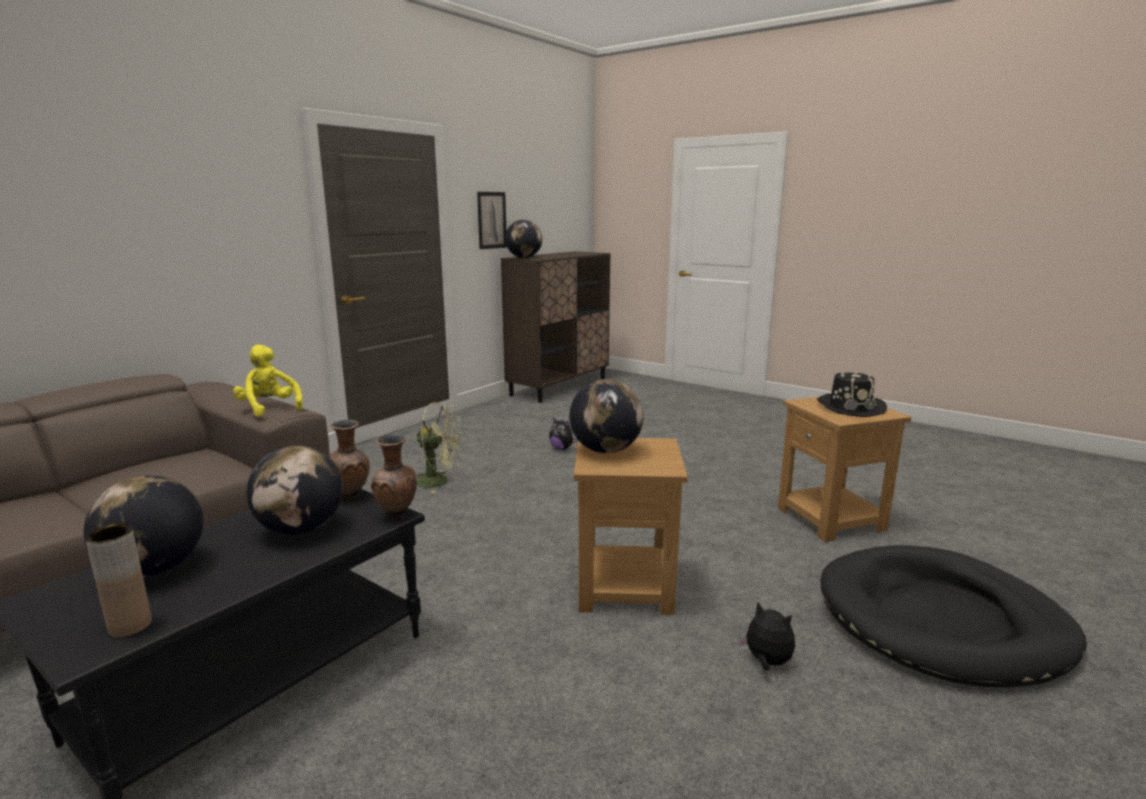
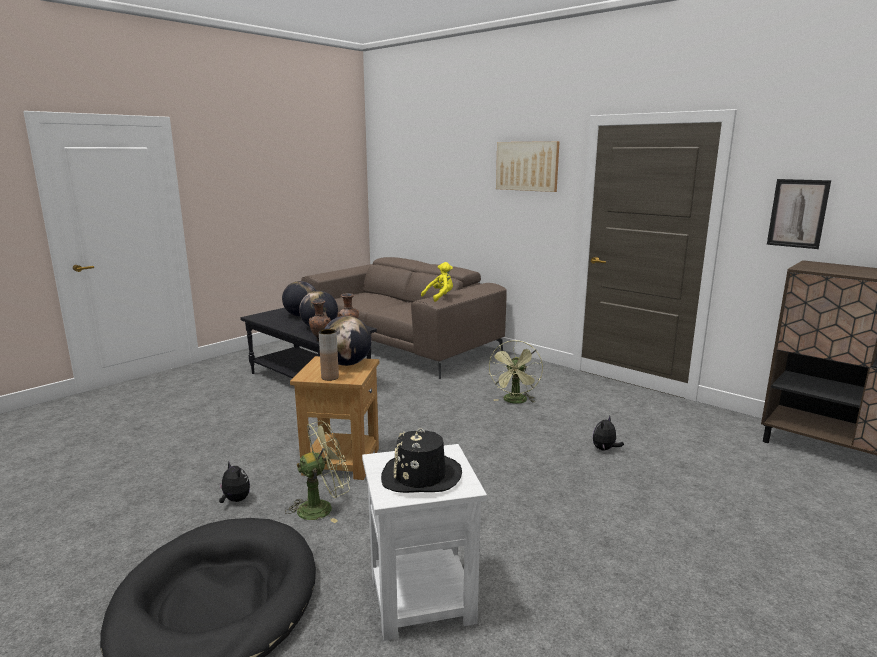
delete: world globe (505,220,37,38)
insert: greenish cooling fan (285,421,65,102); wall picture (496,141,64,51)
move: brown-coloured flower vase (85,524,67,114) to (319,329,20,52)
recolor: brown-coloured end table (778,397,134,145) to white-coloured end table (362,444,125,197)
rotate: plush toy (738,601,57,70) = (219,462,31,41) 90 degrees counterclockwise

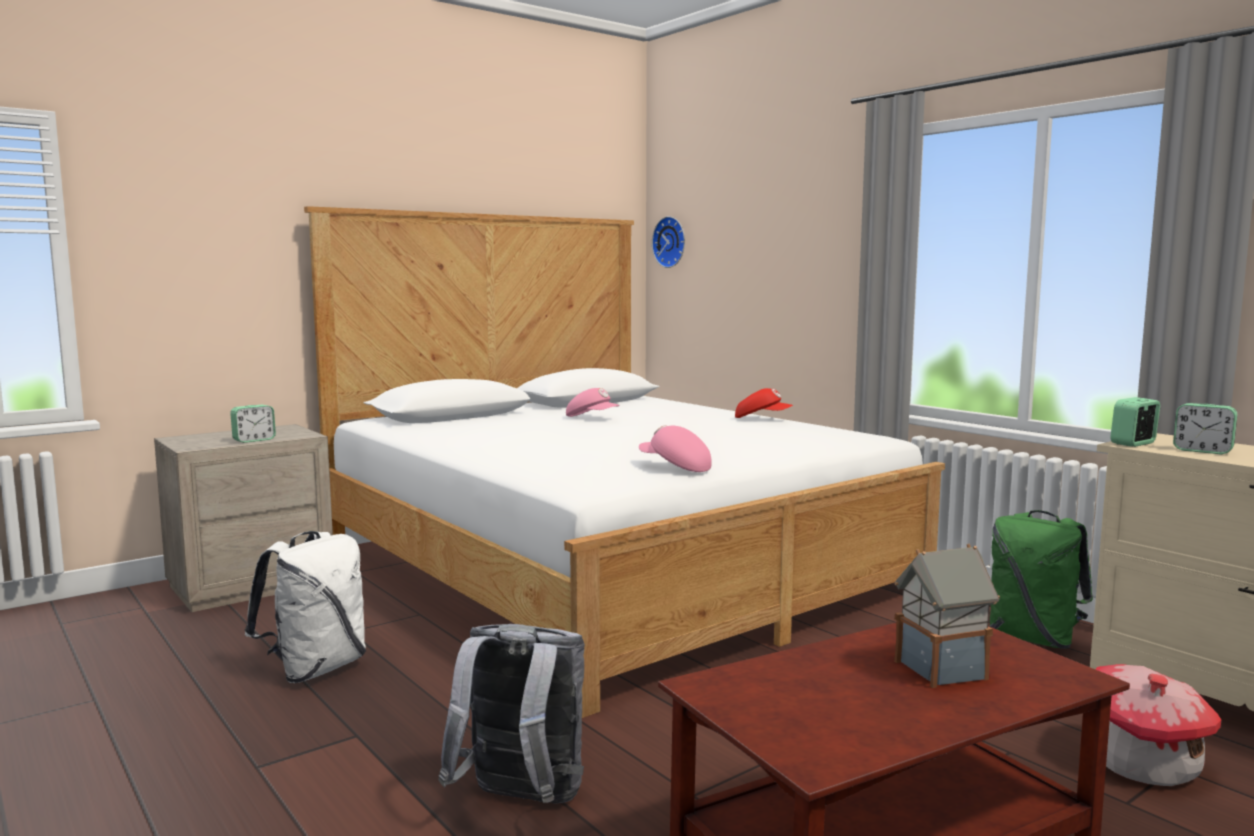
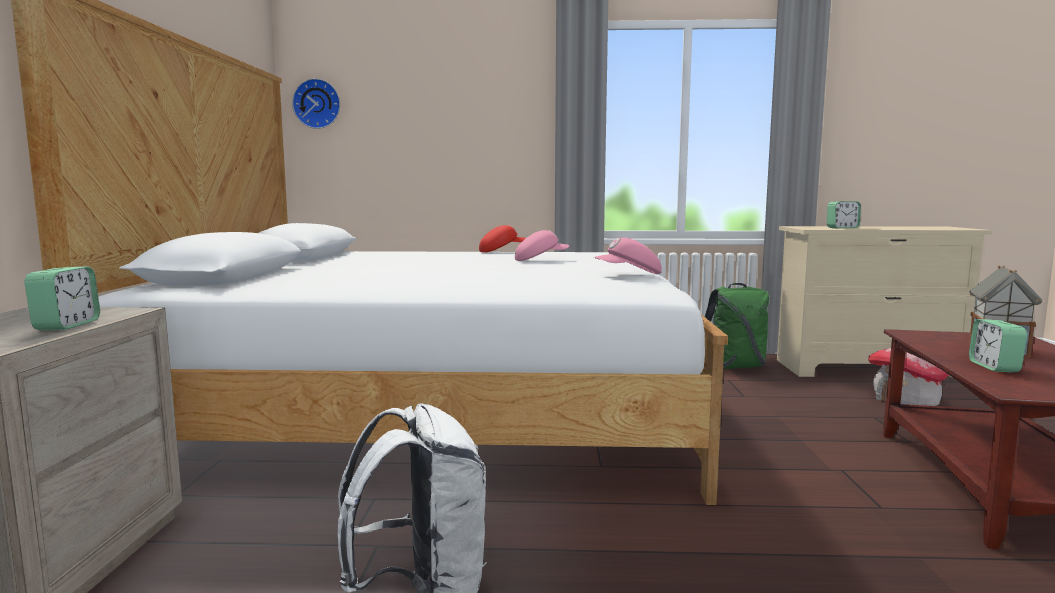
delete: greyish rucksack (438,624,147,180)
move: pink-coloured peaked cap (566,388,54,29) to (515,230,54,31); table clock (1110,397,50,50) to (969,319,58,53)

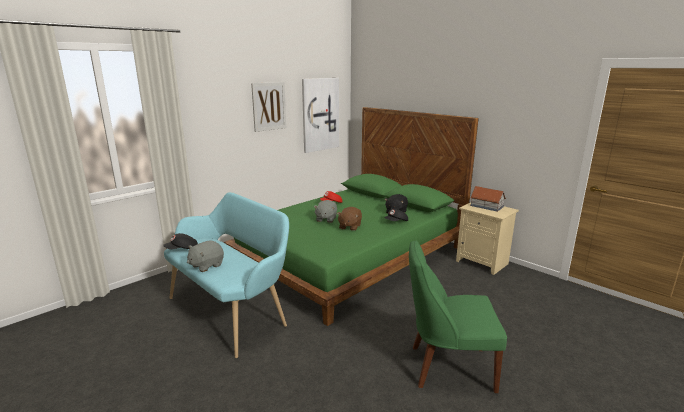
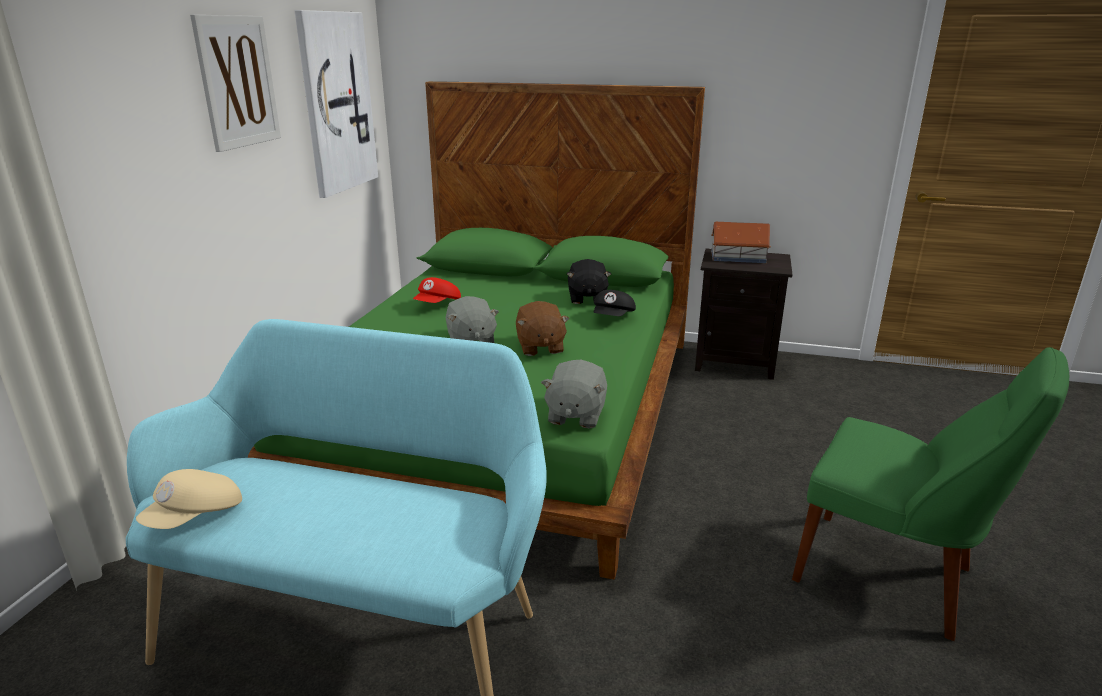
move: greyish plush toy (187,240,37,32) to (541,360,66,68)
recolor: black-coloured peaked cap (163,233,35,16) to beige peaked cap (136,469,106,60); beige nightstand (456,203,63,72) to black-coloured nightstand (695,248,98,132)
rotate: greenish upright chair (409,241,98,152) = (792,347,277,294) 120 degrees counterclockwise

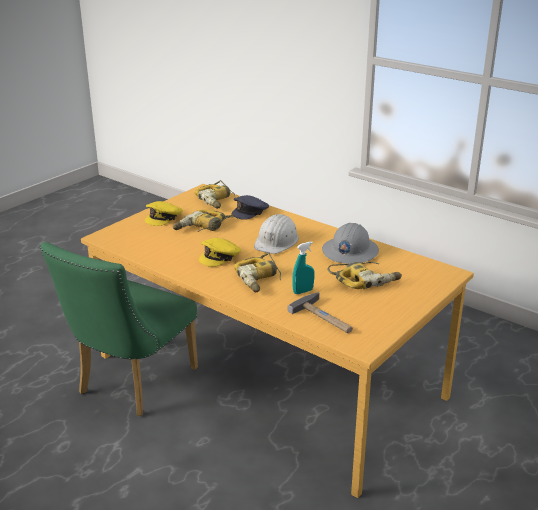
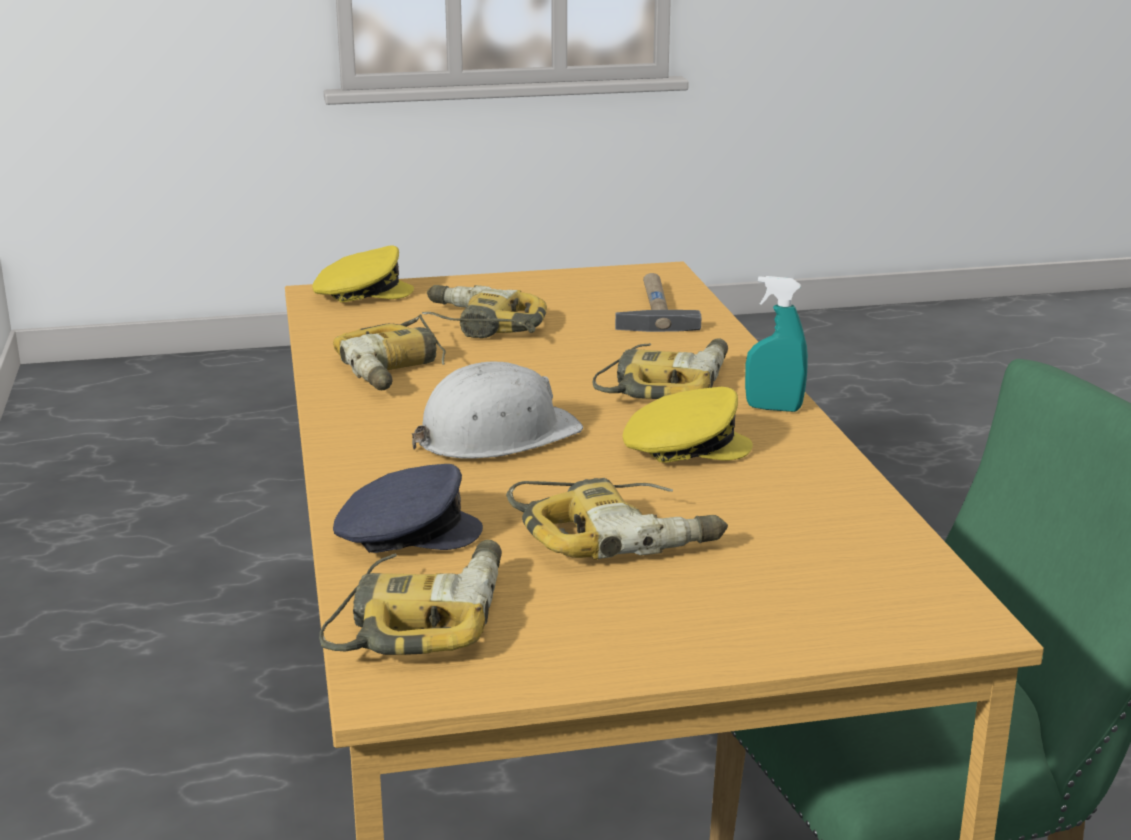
move: yellow-coloured peaked cap (145,201,38,25) to (312,246,102,56); turquoise hand sprayer (292,242,23,52) to (745,276,63,136)
replace: greyish safety helmet (322,223,57,41) to electric drill (333,314,113,76)

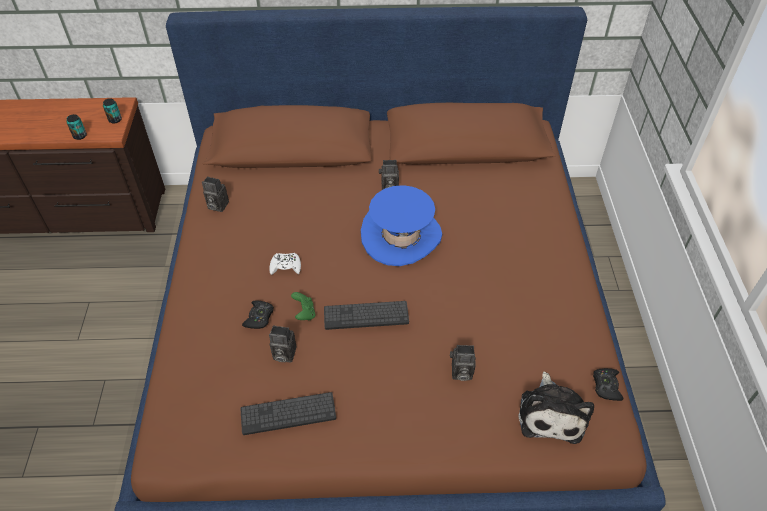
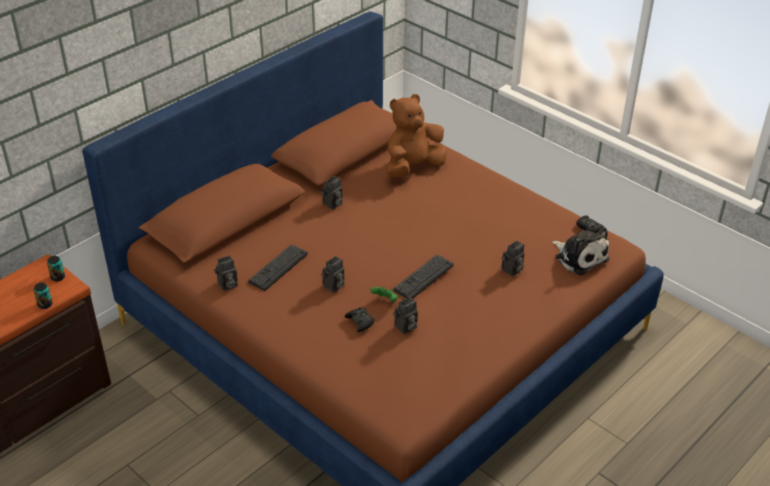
delete: blue hat (361,185,81,81)
insert: brown-coloured plush toy (386,94,61,84)
move: PC keyboard (240,392,96,43) to (248,244,60,47)
replace: white-coloured joypad (269,253,32,22) to still camera (321,256,24,37)

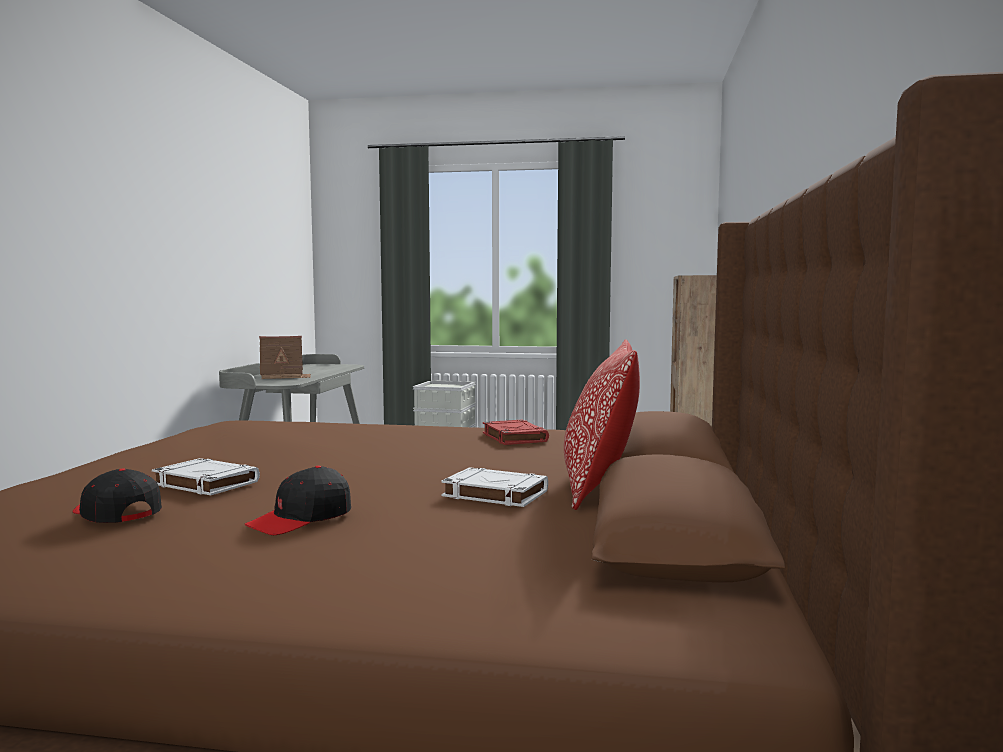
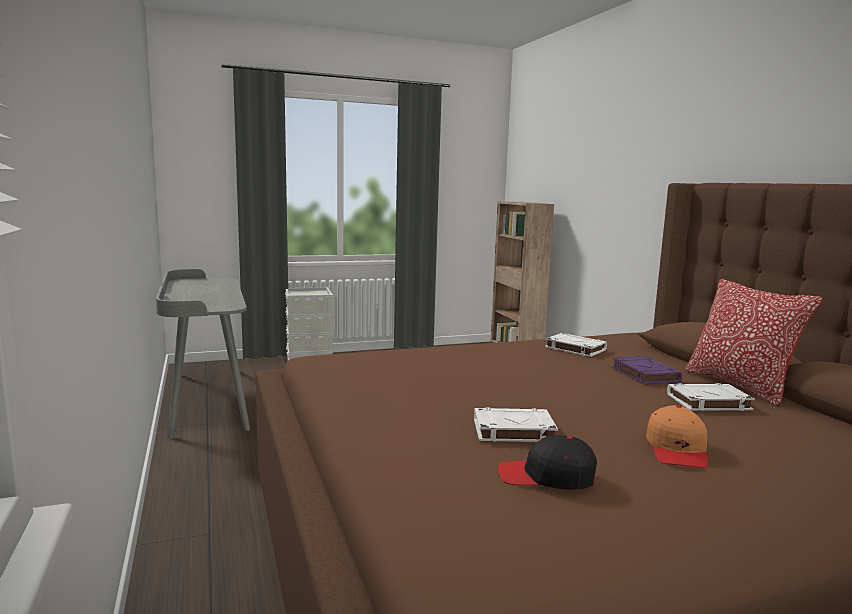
delete: model house (259,336,52,43)
insert: purple-coloured book (612,356,70,29)
recolor: red book (483,420,66,25) to white-coloured book (545,333,62,24); black-coloured peaked cap (245,466,106,69) to orangey peaked cap (646,405,62,64)

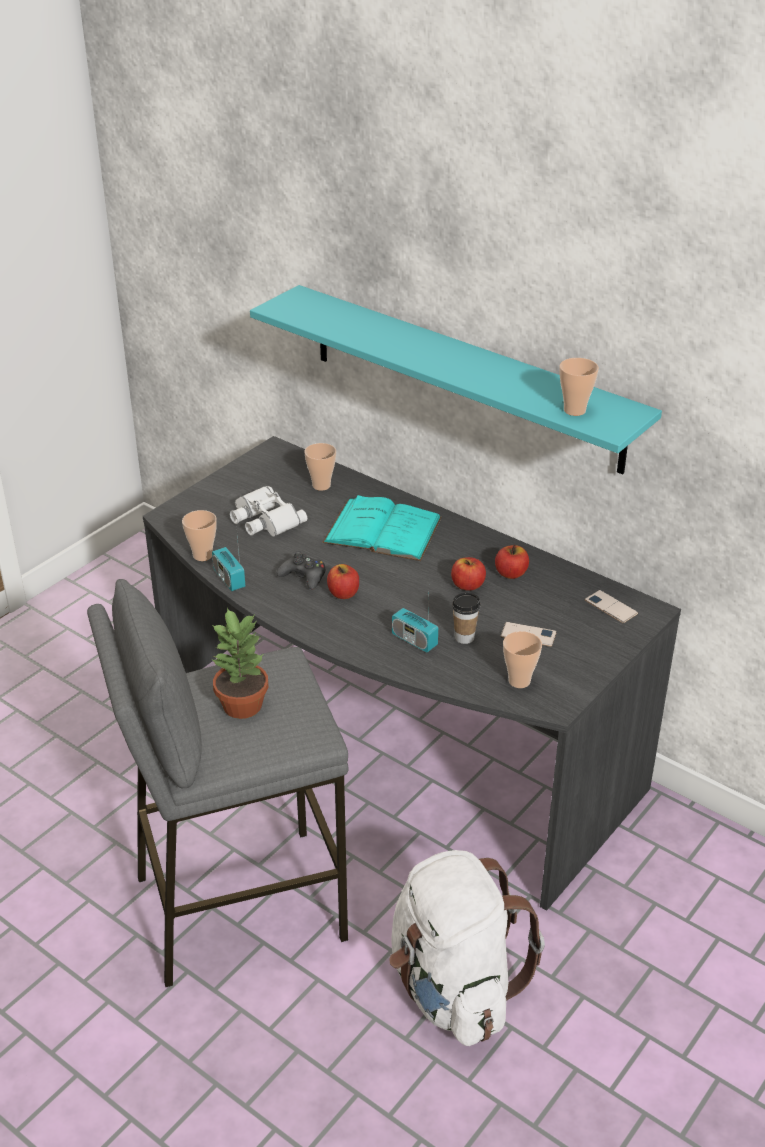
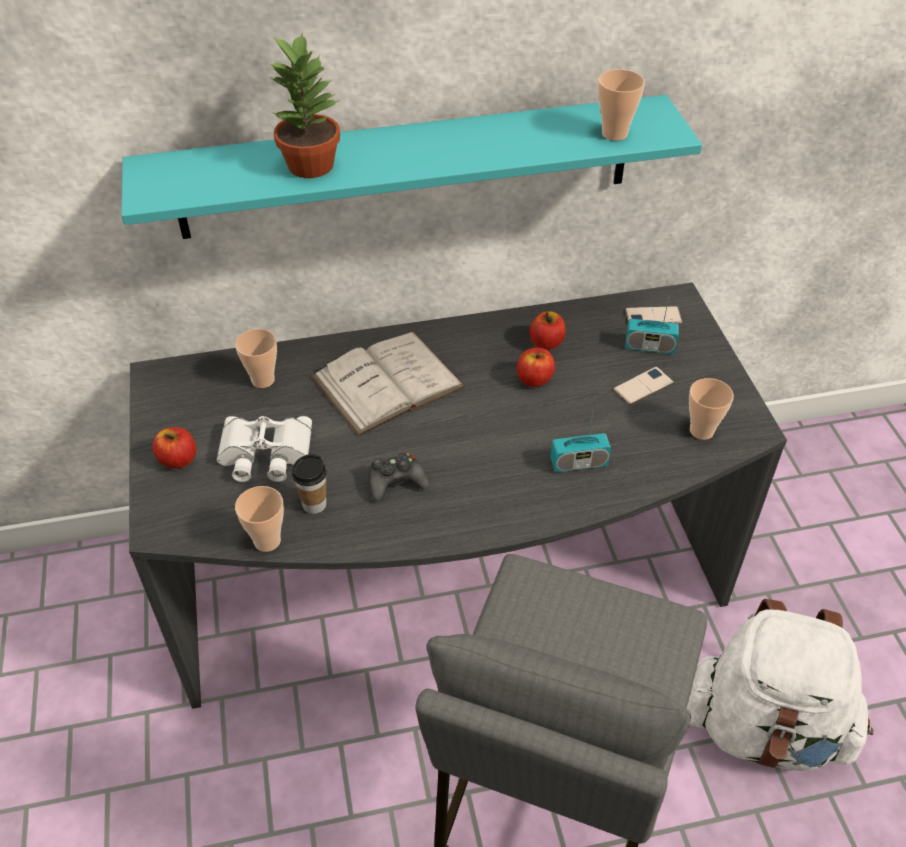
move: apple fruit (327,564,32,35) to (153,427,43,42); houseplant (211,608,57,111) to (269,33,71,145); drinking cup (452,593,28,51) to (292,454,35,60); radio receiver (212,526,33,65) to (625,288,54,66)
recolor: turquoise book (322,495,120,66) to white-coloured book (312,332,153,104)

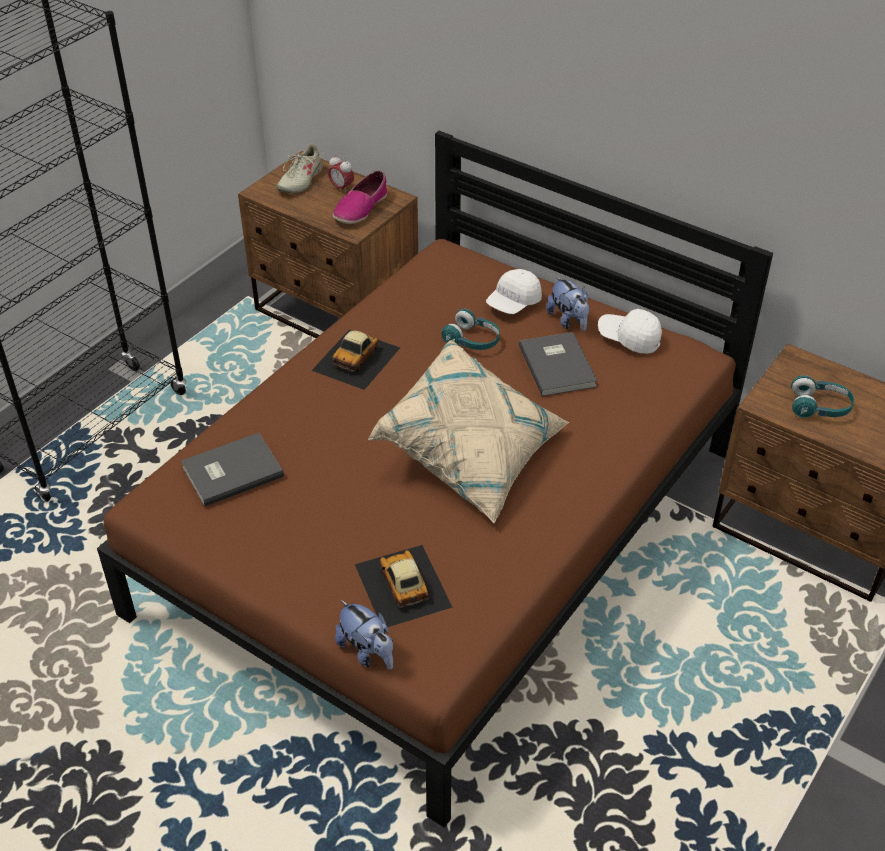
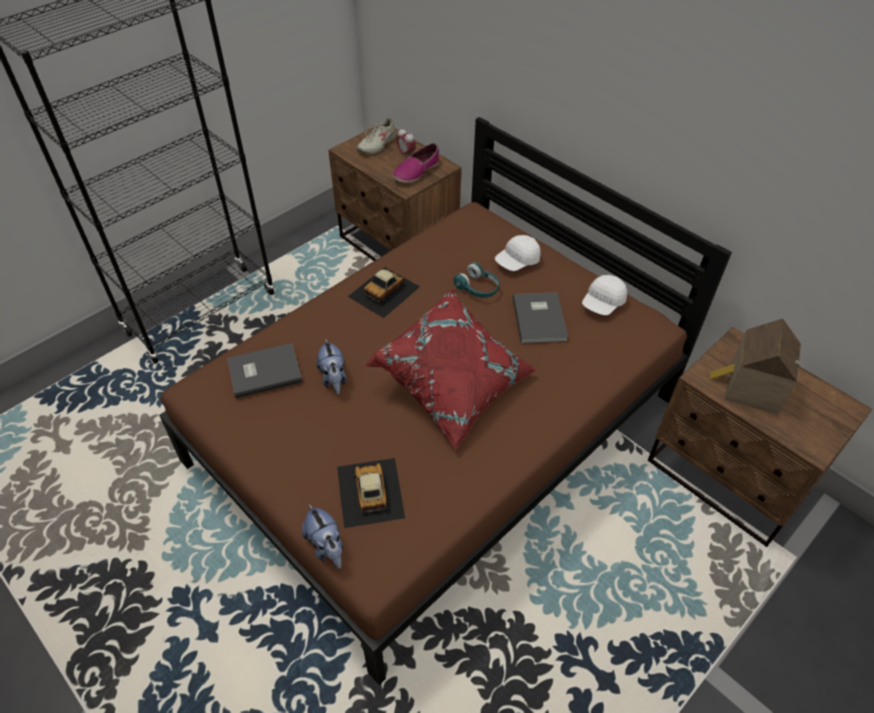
move: plush toy (546,276,44,55) to (316,338,31,56)
replace: turquoise headset (791,375,63,43) to model house (710,319,91,96)
recolor: beige cushion (368,339,201,184) to red cushion (364,289,173,161)
rotate: white-coloured peaked cap (598,309,64,45) = (582,275,45,40) 90 degrees counterclockwise

